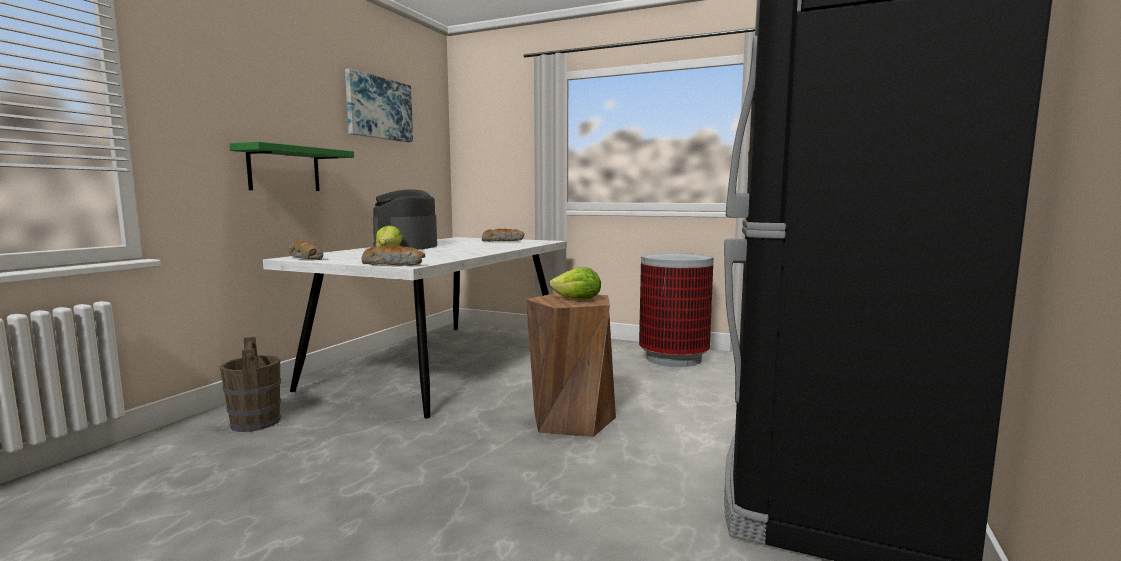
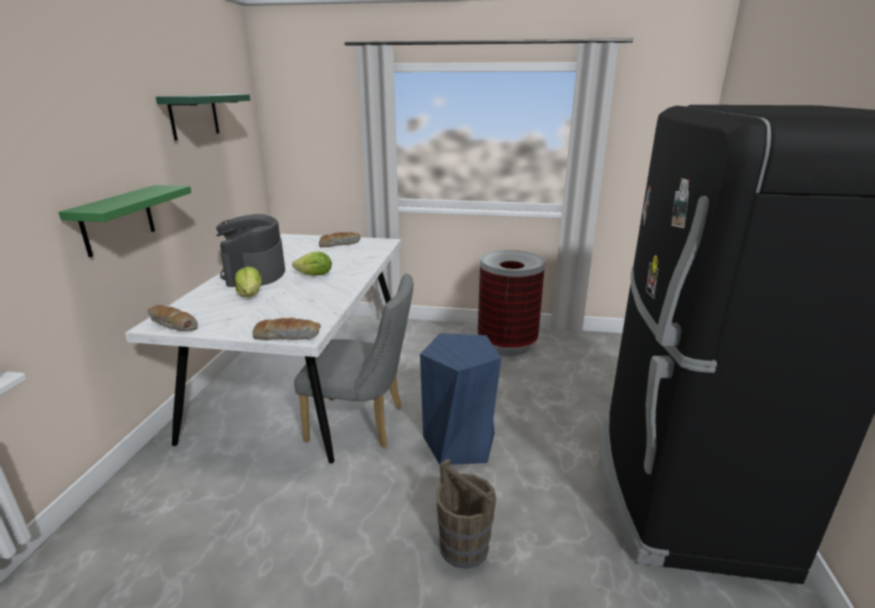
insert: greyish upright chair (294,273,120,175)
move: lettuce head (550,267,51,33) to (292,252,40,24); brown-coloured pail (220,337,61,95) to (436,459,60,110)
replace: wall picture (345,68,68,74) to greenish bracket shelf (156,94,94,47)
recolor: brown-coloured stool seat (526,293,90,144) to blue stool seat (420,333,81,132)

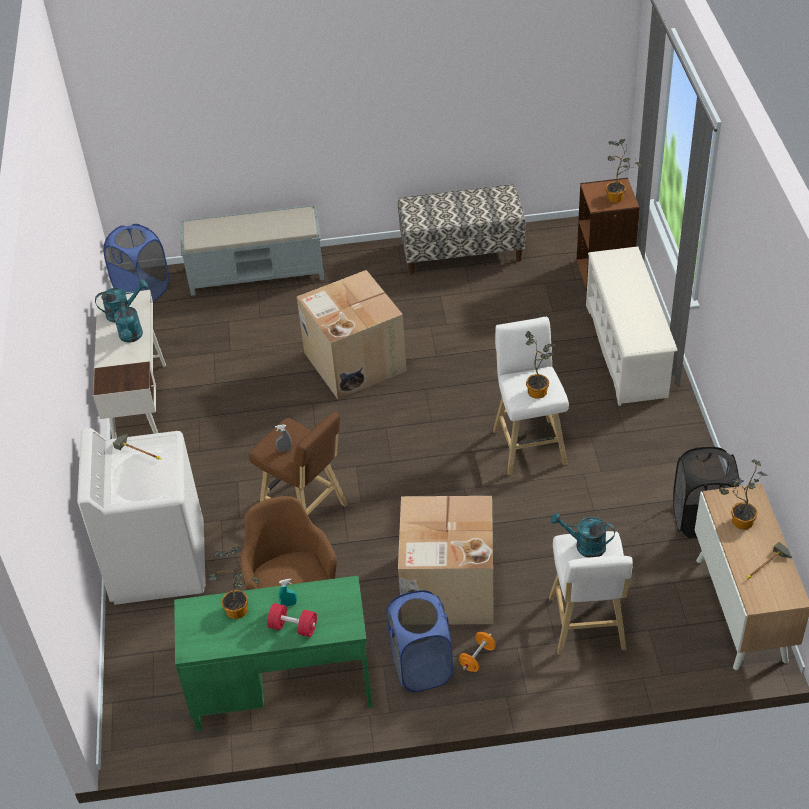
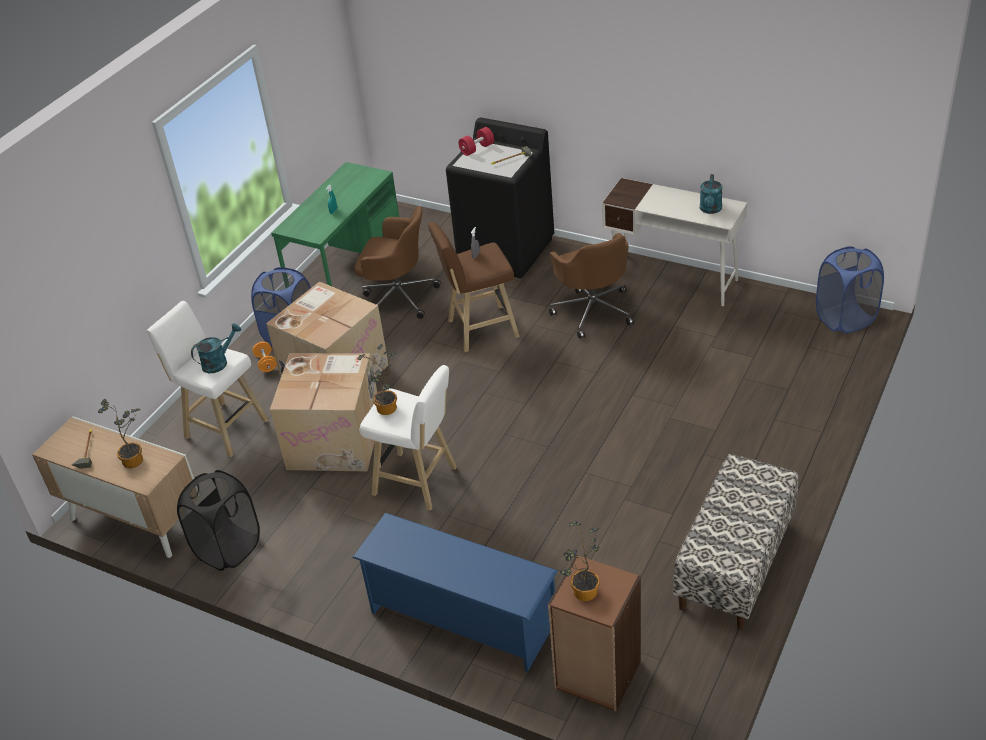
delete: turquoise watering pot (114,300,29,43); greyish long seat (180,205,145,91); houseplant (208,546,51,73)
insert: brown-coloured office chair (549,233,85,106)
move: carton (297,270,110,129) to (270,353,107,119); red dumbbell (267,603,50,34) to (458,127,36,29)
recolor: white-coloured shoe rack (586,246,92,160) to blue shoe rack (352,513,206,159); white-coloured laundry machine (77,428,129,177) to black-coloured laundry machine (446,118,108,160)

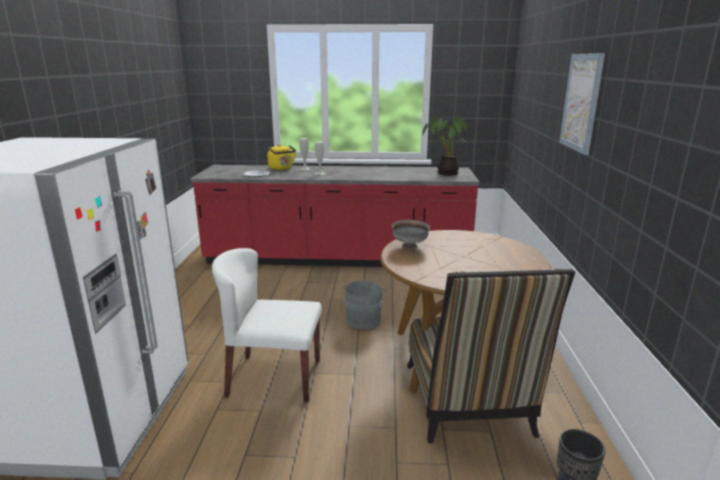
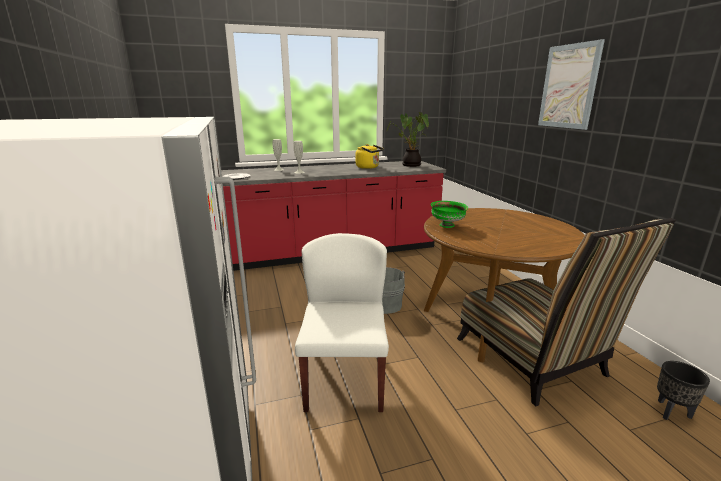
move: yellow-coloured kettle (267,144,29,26) to (356,144,28,25)
recolor: greyish deep dish (392,220,38,29) to greenish deep dish (431,201,37,27)
rotate: white-coloured upright chair (212,248,110,154) = (295,233,94,179) 105 degrees clockwise

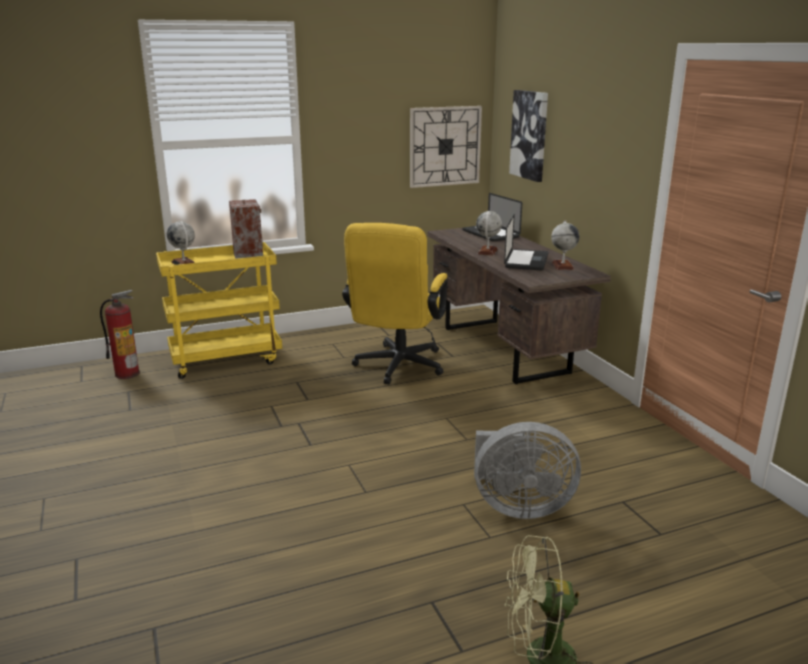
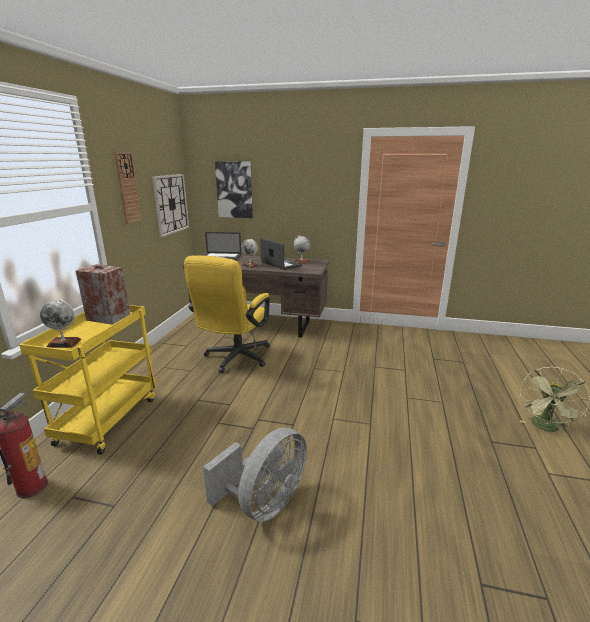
insert: hanging clock (114,152,28,72)
move: greyish cooling fan (474,422,107,97) to (203,428,104,94)
rotate: yellow-coloured office chair (342,223,106,162) = (184,256,86,117) 60 degrees clockwise

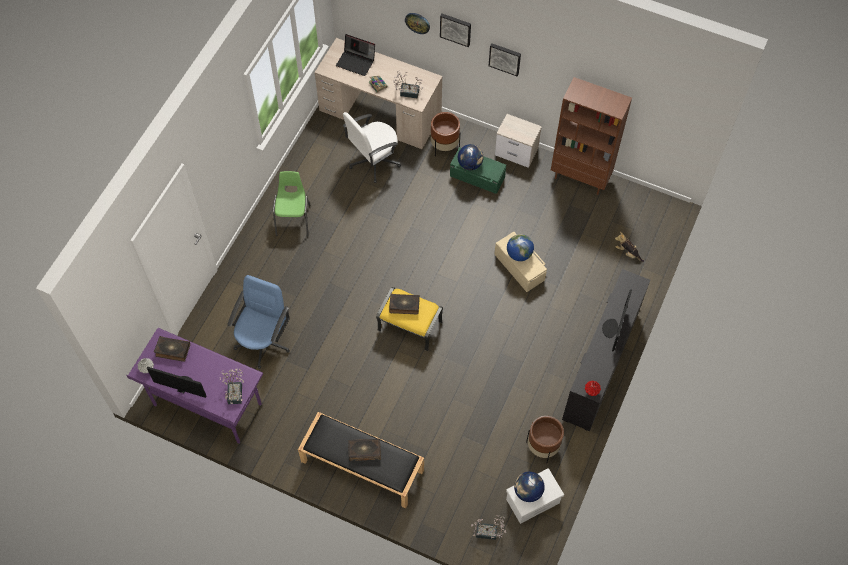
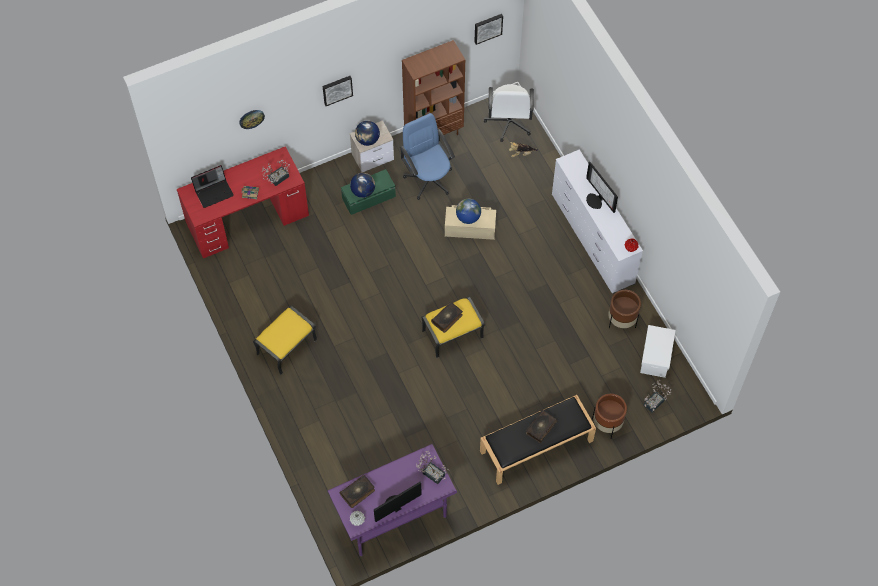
move: world globe (514,472,31,30) to (355,121,25,25); blue office chair (227,275,63,94) to (400,113,55,87); wall picture (440,14,31,33) to (474,14,29,31); white-coloured office chair (343,112,58,71) to (484,84,50,58); brown-coloured plant pot (431,112,30,44) to (592,394,35,44)
replace: greenish upright chair (273,171,37,66) to yellow-coloured footrest (253,305,64,70)
recolor: beige desk unit (314,38,129,111) to red desk unit (177,146,132,112); black-coloured dresser (562,269,88,163) to white-coloured dresser (552,149,91,144)

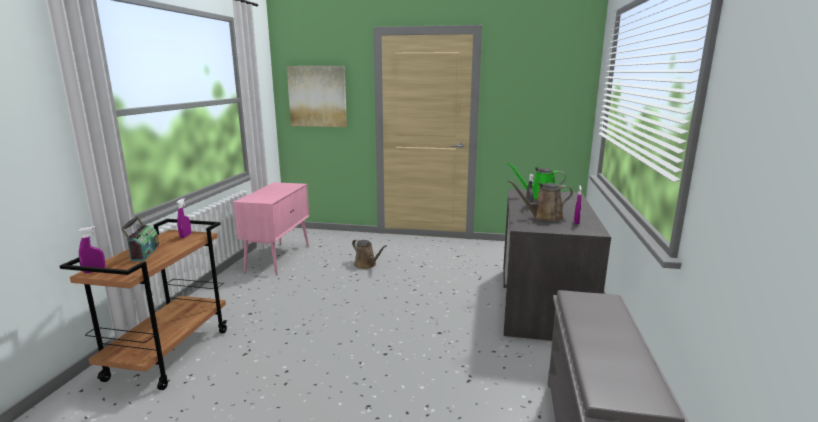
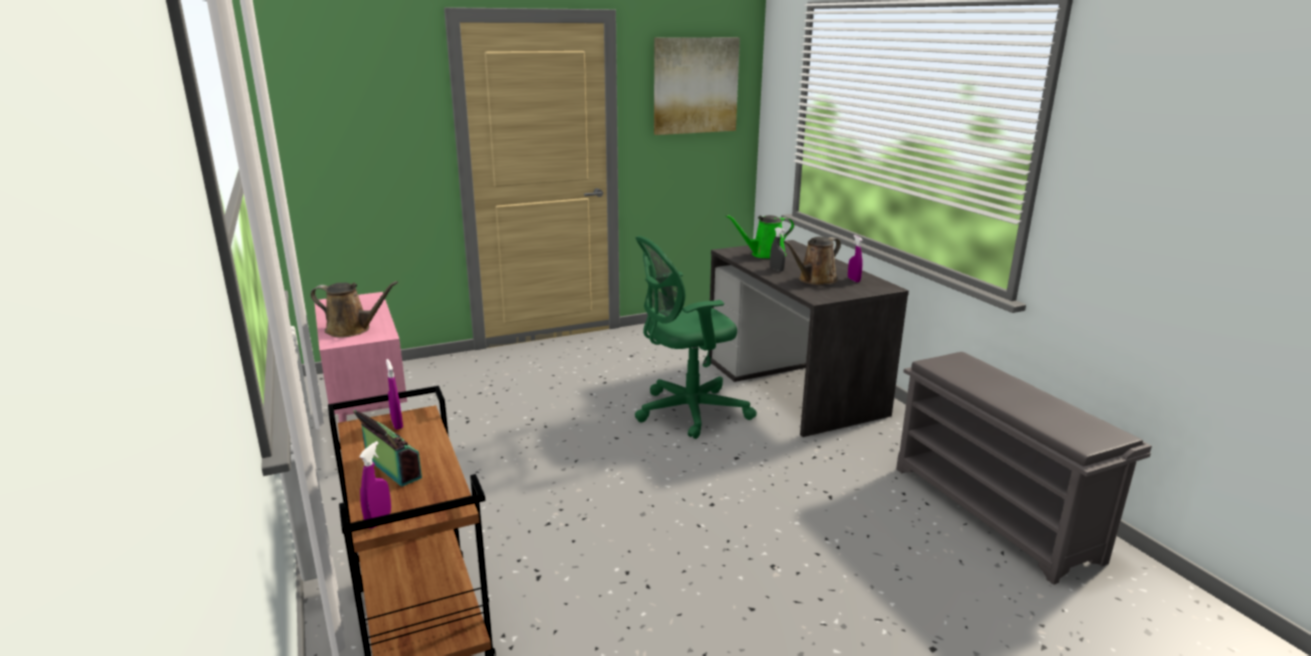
insert: greenish office chair (635,236,122,203)
move: brown-coloured watering pot (352,239,34,30) to (311,281,87,57); wall picture (287,66,60,61) to (654,37,86,98)

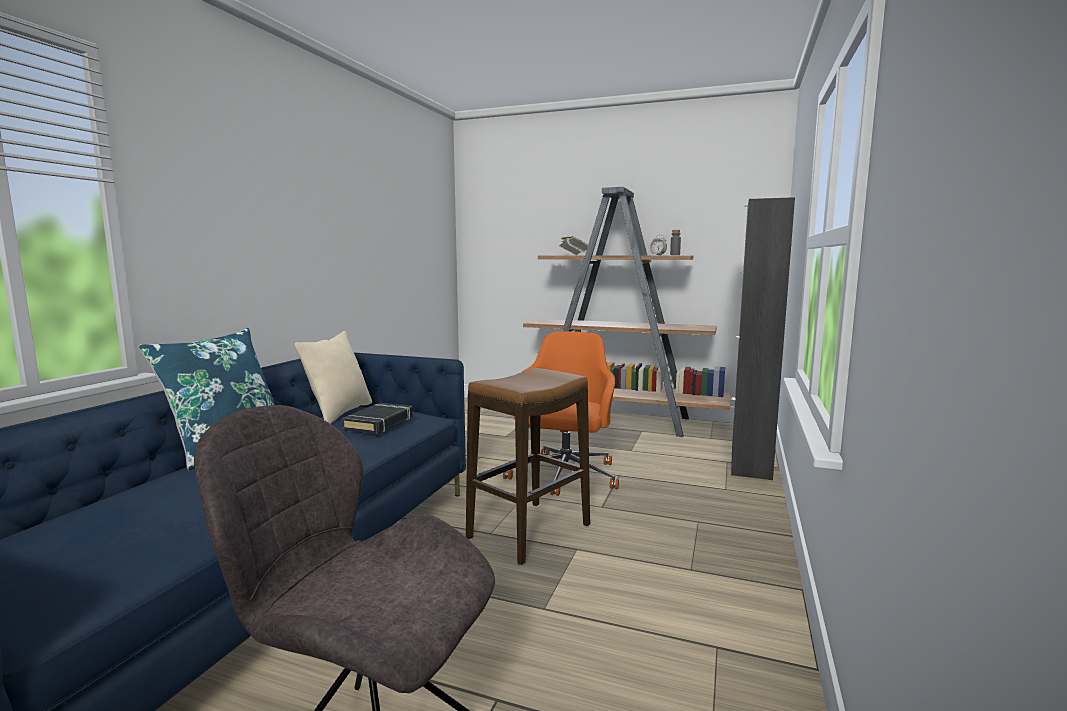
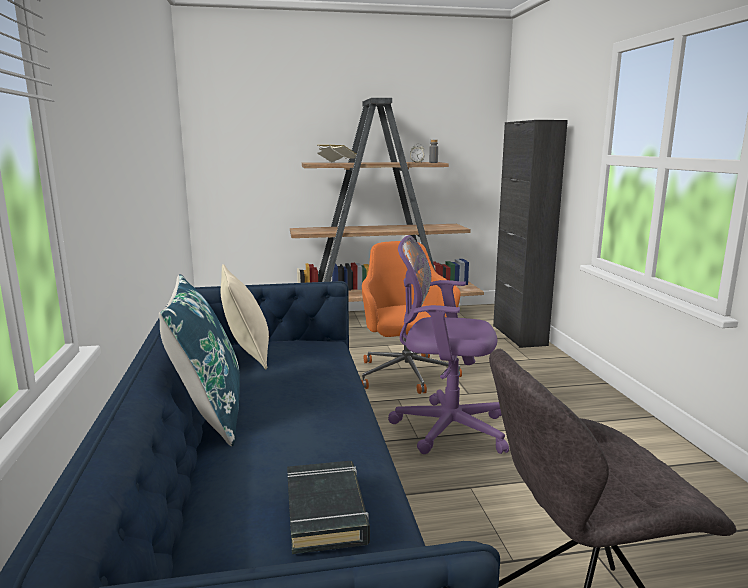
move: black-coloured book (342,402,71,32) to (287,461,83,93)
replace: stool seat (466,368,124,197) to purple-coloured office chair (388,235,121,219)

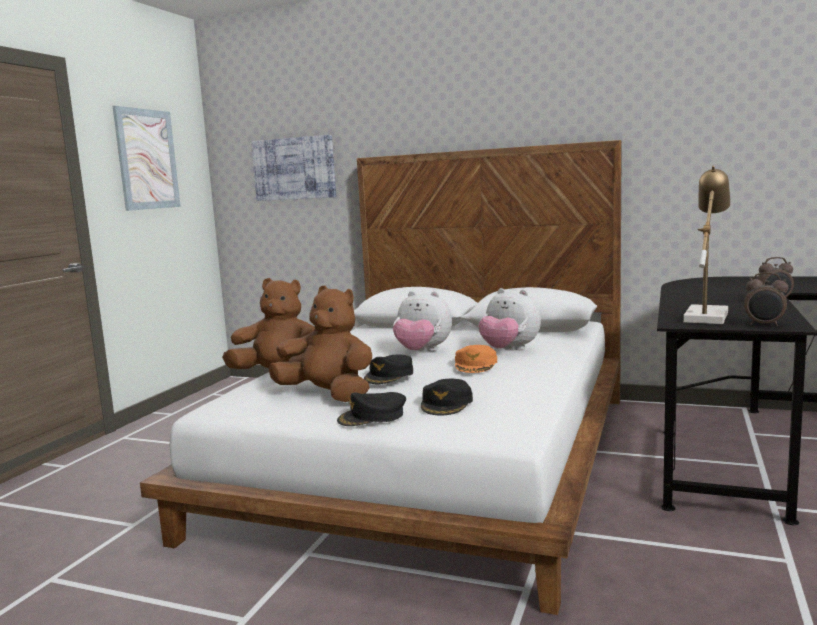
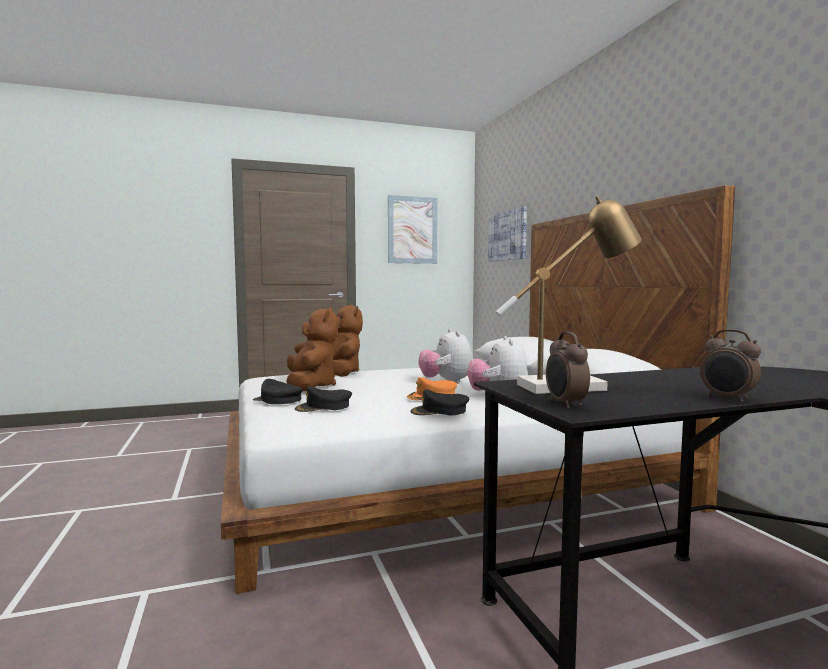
move: black-coloured peaked cap (364,355,49,29) to (410,389,59,26)

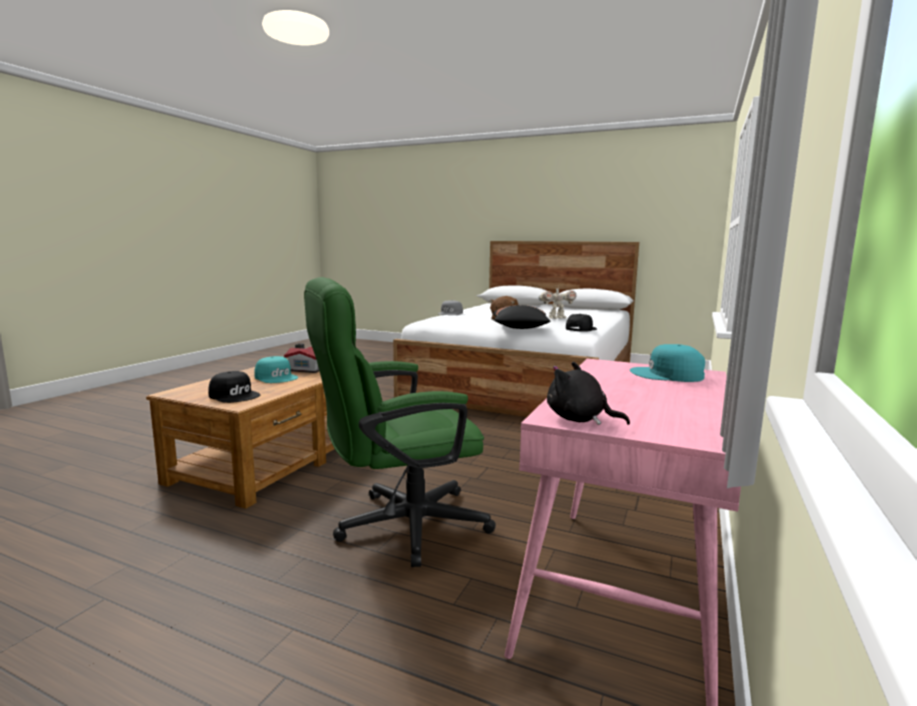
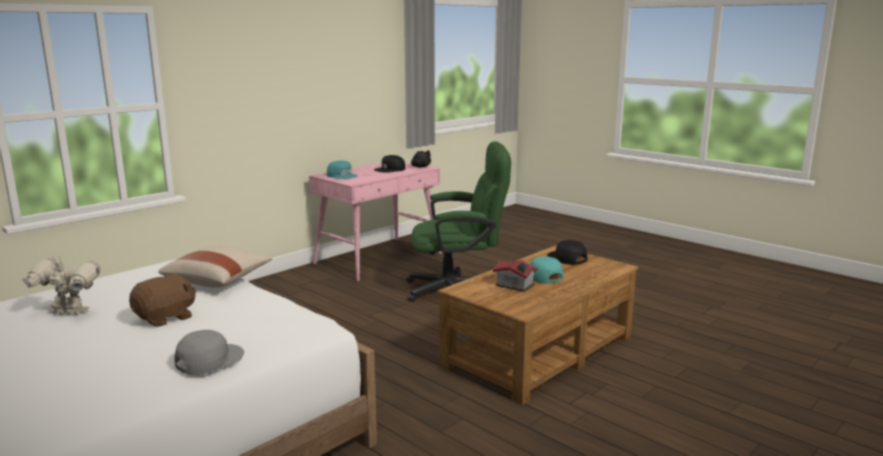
move: black-coloured peaked cap (566,314,31,18) to (374,155,31,18)
recolor: black-coloured cushion (493,305,58,24) to beige cushion (158,246,114,42)

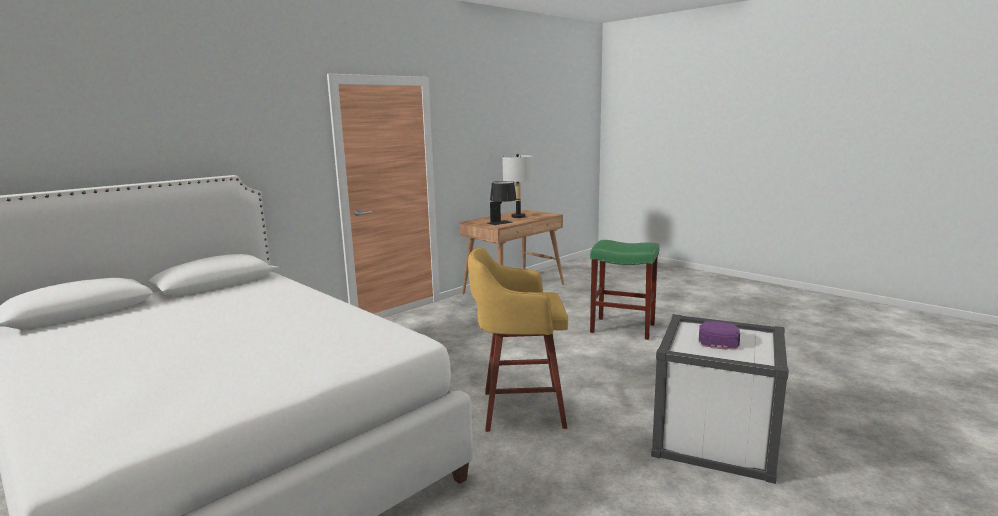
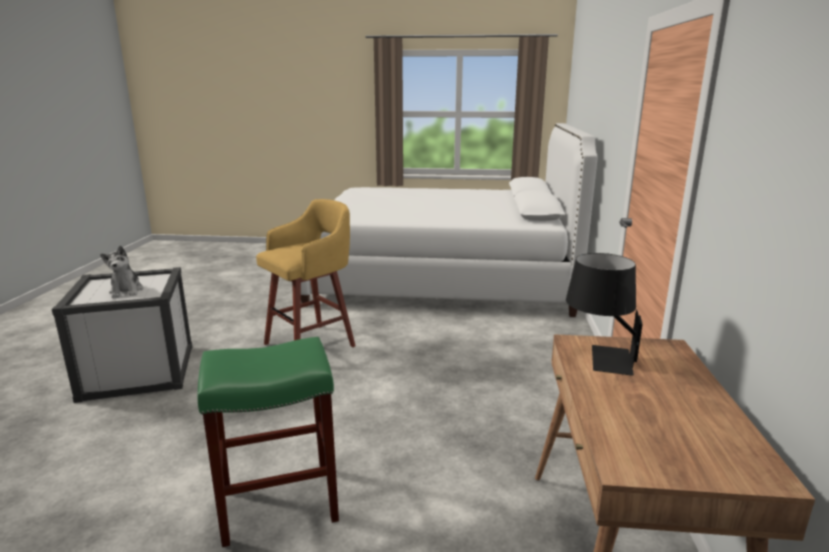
delete: greyish tabletop lamp (502,154,31,64)
replace: purple-coloured peaked cap (699,321,41,29) to plush toy (100,245,43,53)

